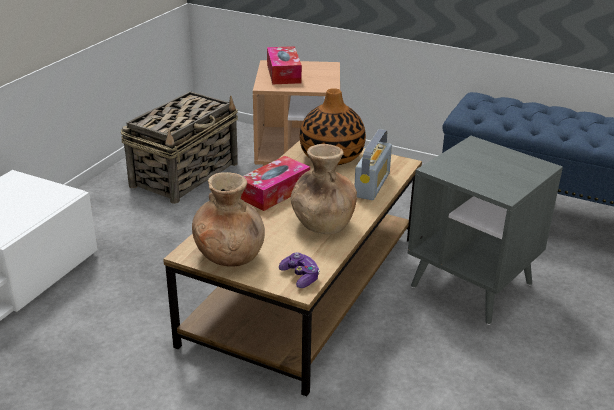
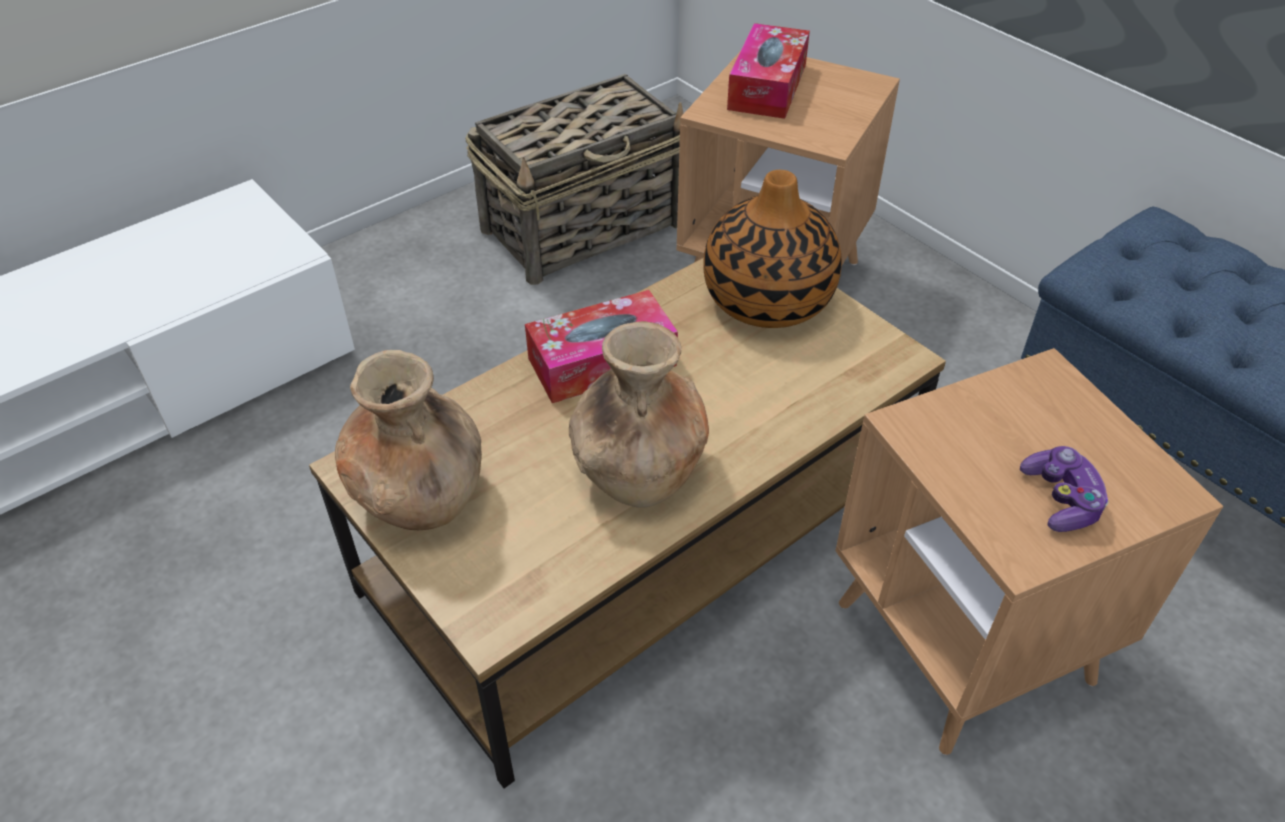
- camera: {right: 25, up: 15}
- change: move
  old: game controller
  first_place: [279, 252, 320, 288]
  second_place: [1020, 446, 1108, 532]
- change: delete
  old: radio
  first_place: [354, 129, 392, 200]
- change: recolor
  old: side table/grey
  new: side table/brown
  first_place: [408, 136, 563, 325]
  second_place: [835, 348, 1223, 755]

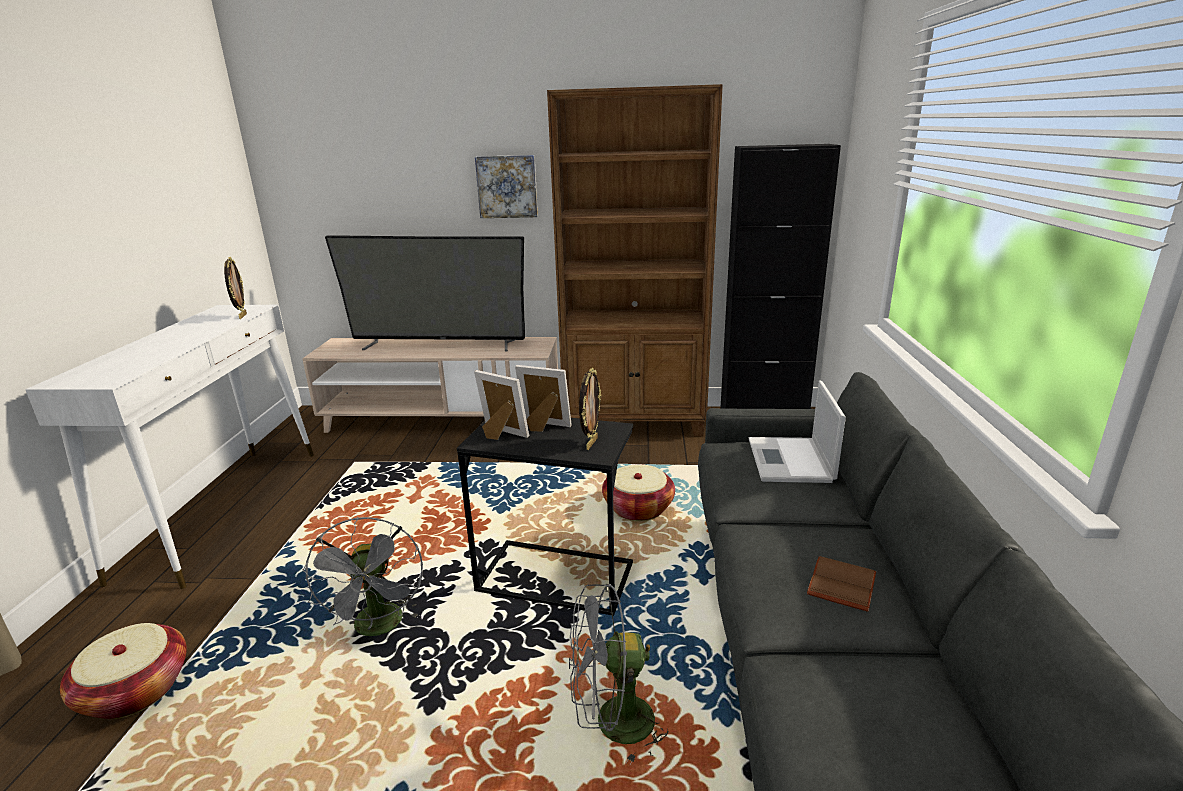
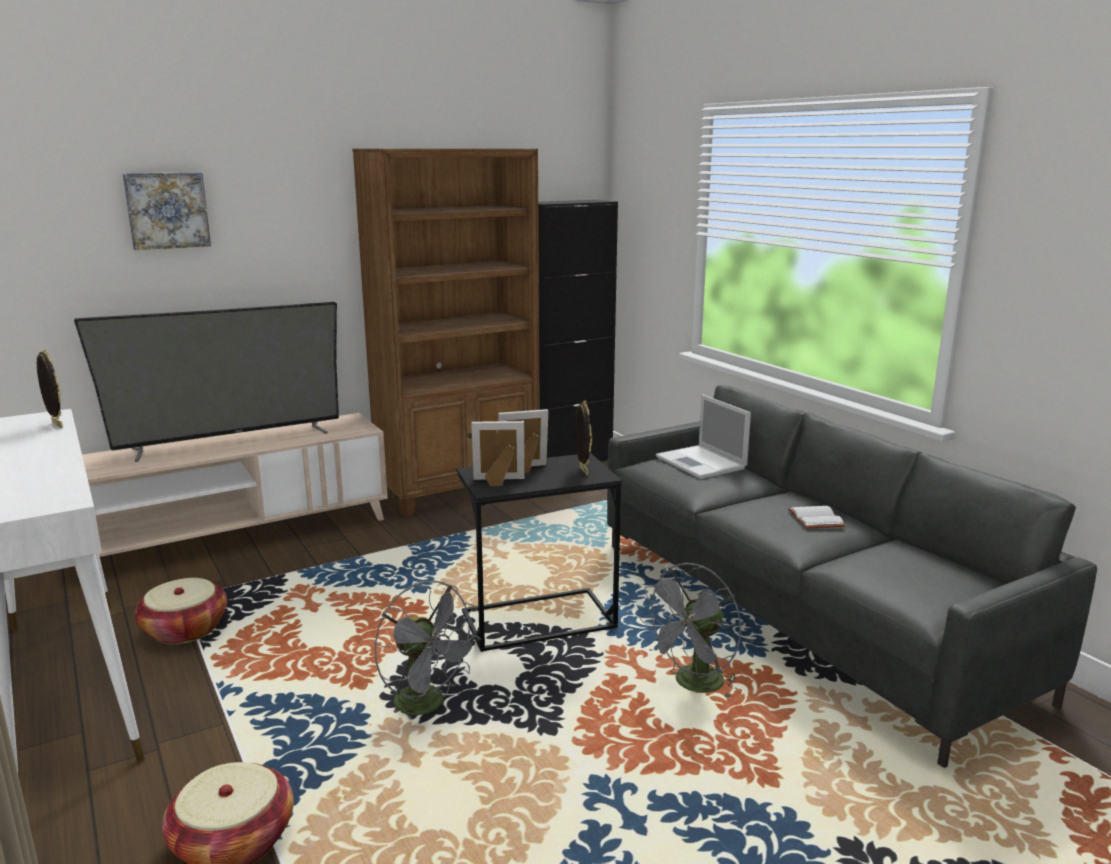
- camera: {right: -35, up: -5}
- change: move
  old: picture
  first_place: [475, 155, 538, 218]
  second_place: [123, 172, 211, 250]
- change: move
  old: basket
  first_place: [602, 464, 675, 521]
  second_place: [135, 578, 227, 644]
- change: recolor
  old: book/brown
  new: book/white
  first_place: [807, 556, 876, 612]
  second_place: [788, 506, 846, 529]

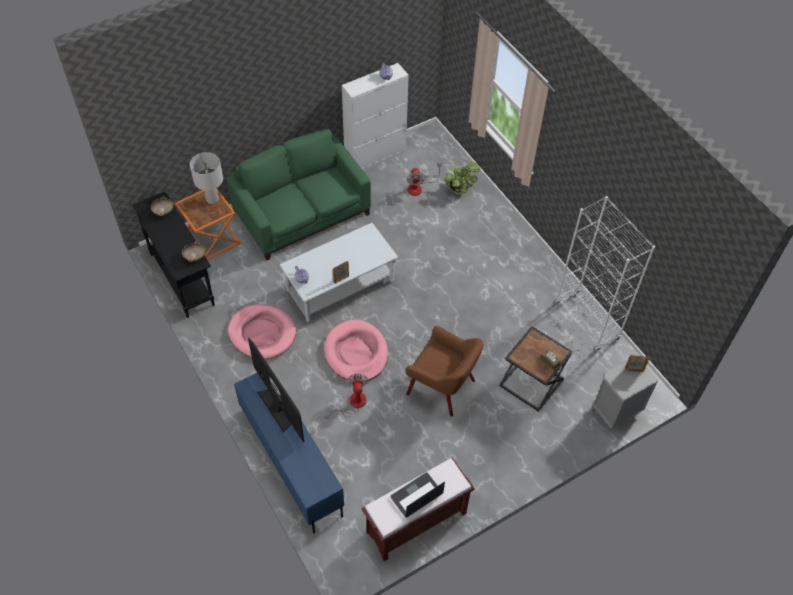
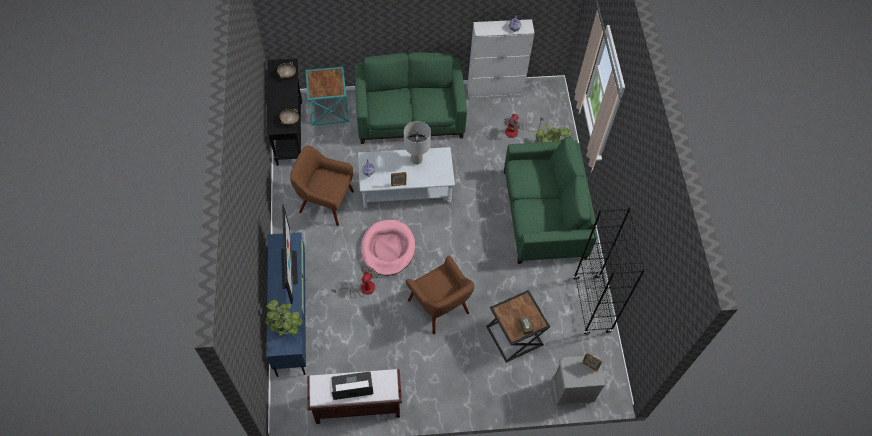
- camera: {right: 25, up: 5}
- change: recolor
  old: side table/orange
  new: side table/turquoise
  first_place: [175, 189, 241, 260]
  second_place: [305, 67, 349, 126]
- change: move
  old: table lamp/grey
  first_place: [190, 152, 223, 204]
  second_place: [404, 121, 431, 164]
- change: replace
  old: dog bed/pink
  new: armchair/brown
  first_place: [228, 304, 296, 359]
  second_place: [290, 145, 354, 226]
- change: recolor
  old: bookcase/white
  new: bookcase/black
  first_place: [555, 196, 655, 352]
  second_place: [573, 208, 645, 335]
- change: insert
  new: potted plant
  second_place: [265, 300, 303, 336]
- change: insert
  new: sofa/green
  second_place: [504, 137, 597, 264]

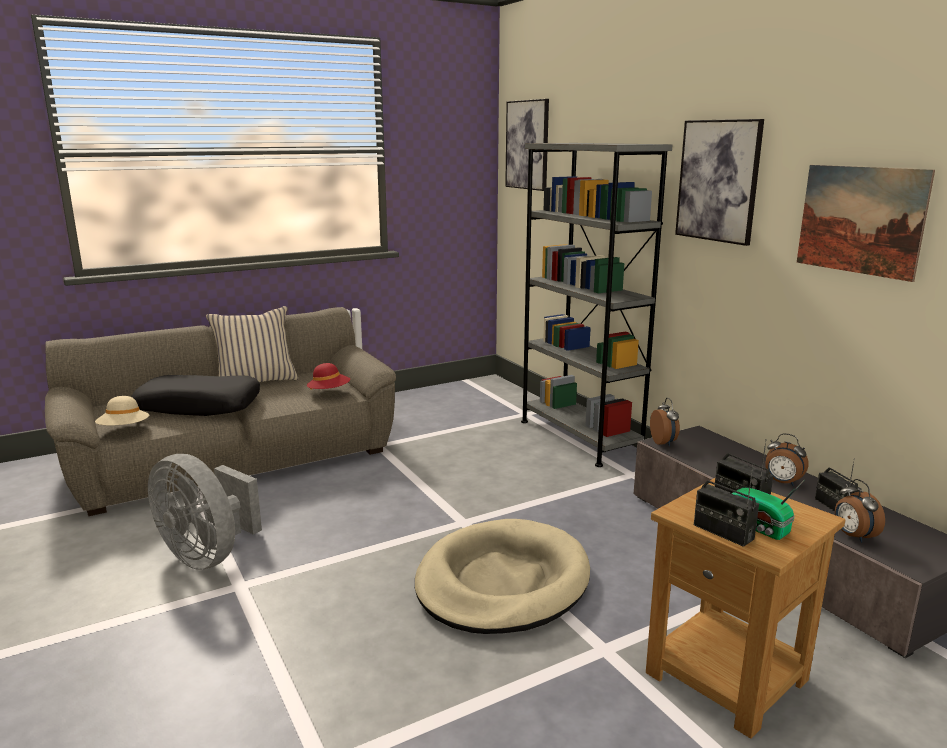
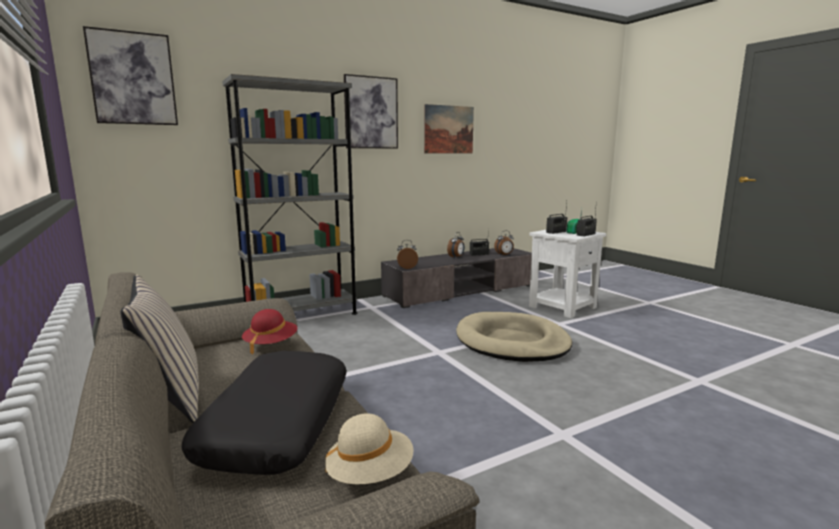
- camera: {right: -90, up: -5}
- change: delete
  old: fan/grey
  first_place: [148, 454, 262, 570]
- change: recolor
  old: side table/brown
  new: side table/white
  first_place: [646, 478, 845, 739]
  second_place: [529, 229, 606, 318]

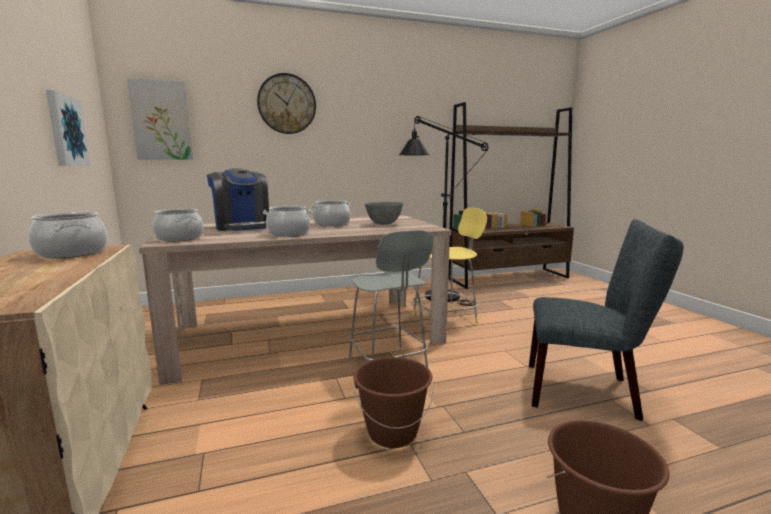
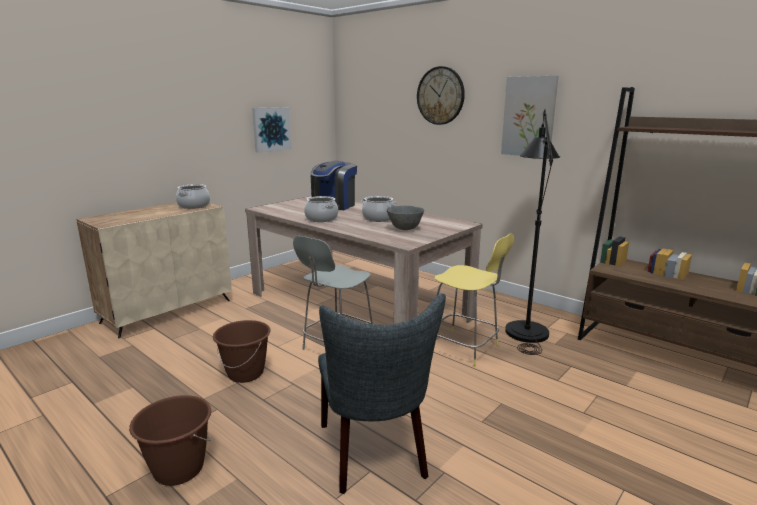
- camera: {right: 60, up: 5}
- change: move
  old: picture
  first_place: [127, 78, 193, 160]
  second_place: [501, 76, 558, 156]
- change: delete
  old: cooking pot
  first_place: [152, 208, 204, 241]

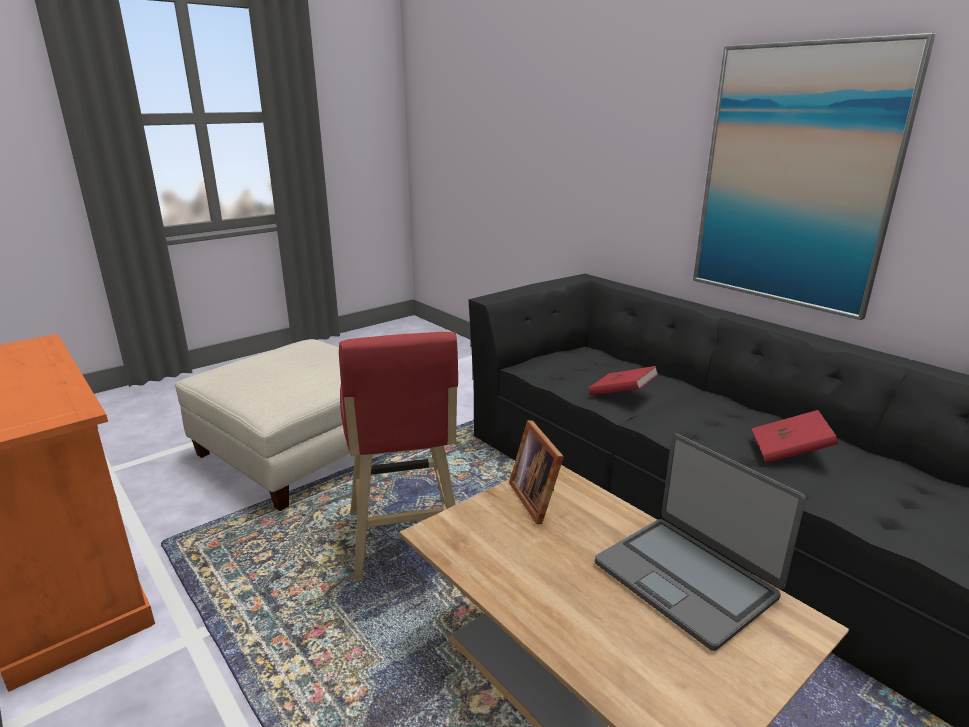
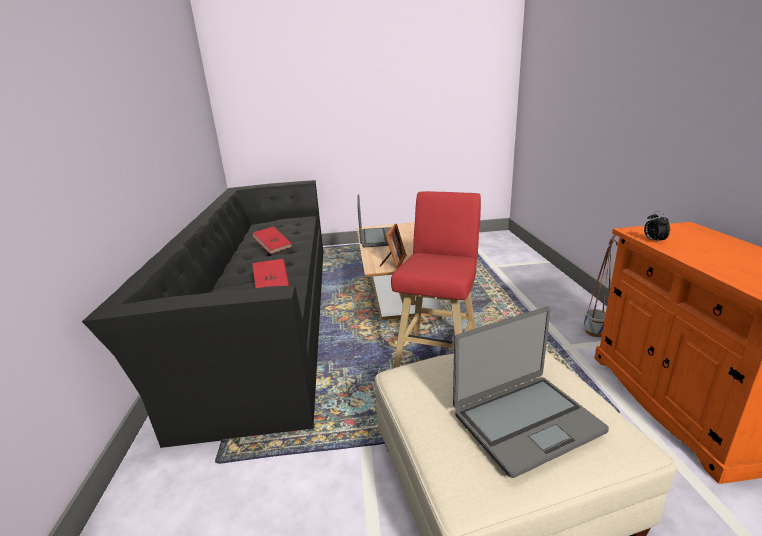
- camera: {right: -145, up: 0}
- change: delete
  old: picture
  first_place: [693, 33, 936, 320]
- change: insert
  new: laptop
  second_place: [453, 307, 609, 478]
- change: insert
  new: planter
  second_place: [584, 234, 618, 337]
- change: insert
  new: alarm clock
  second_place: [644, 211, 670, 243]

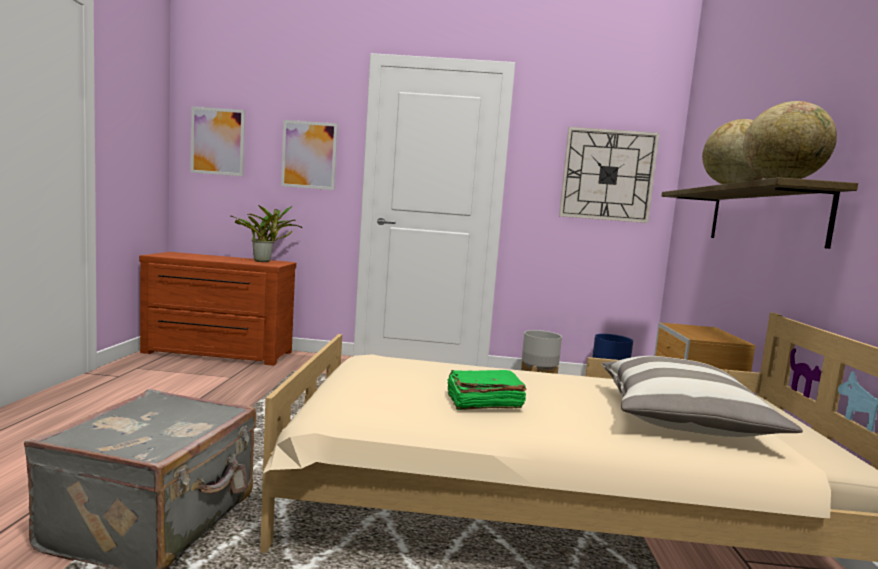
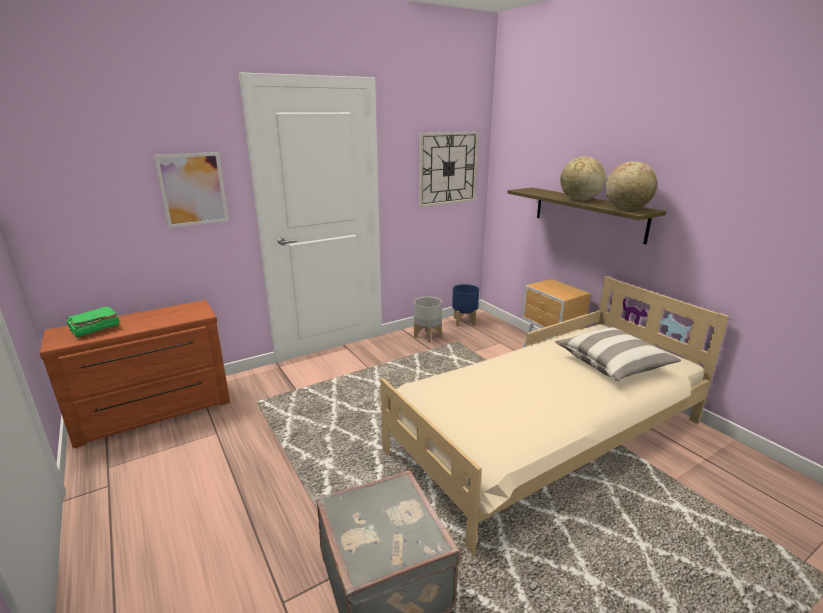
- camera: {right: -35, up: 15}
- change: delete
  old: picture
  first_place: [190, 106, 245, 176]
- change: delete
  old: potted plant
  first_place: [230, 205, 302, 262]
- change: move
  old: book/green
  first_place: [447, 370, 527, 410]
  second_place: [67, 307, 119, 338]

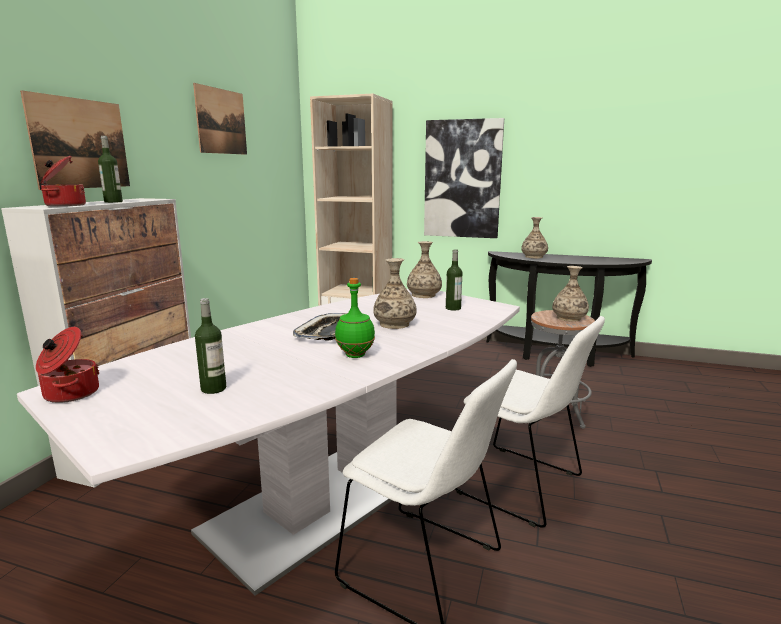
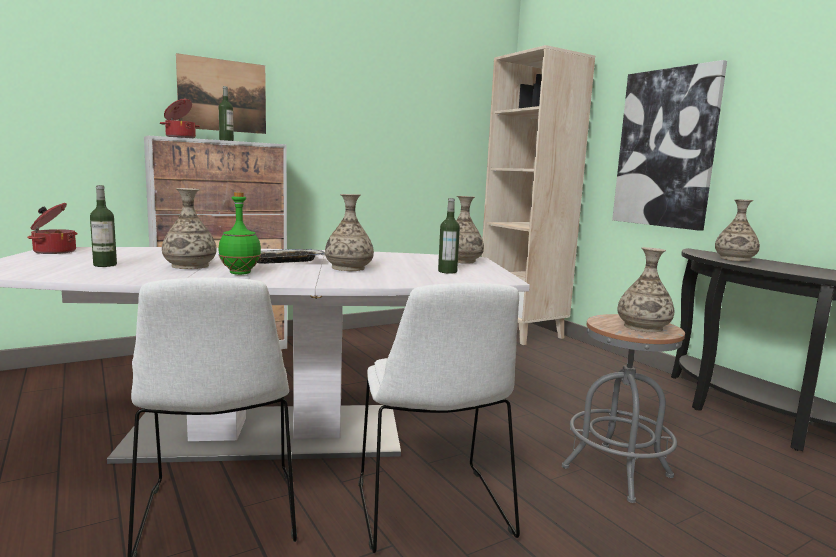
- camera: {right: 40, up: -5}
- change: delete
  old: picture
  first_place: [193, 83, 247, 155]
- change: insert
  new: vase
  second_place: [162, 188, 217, 269]

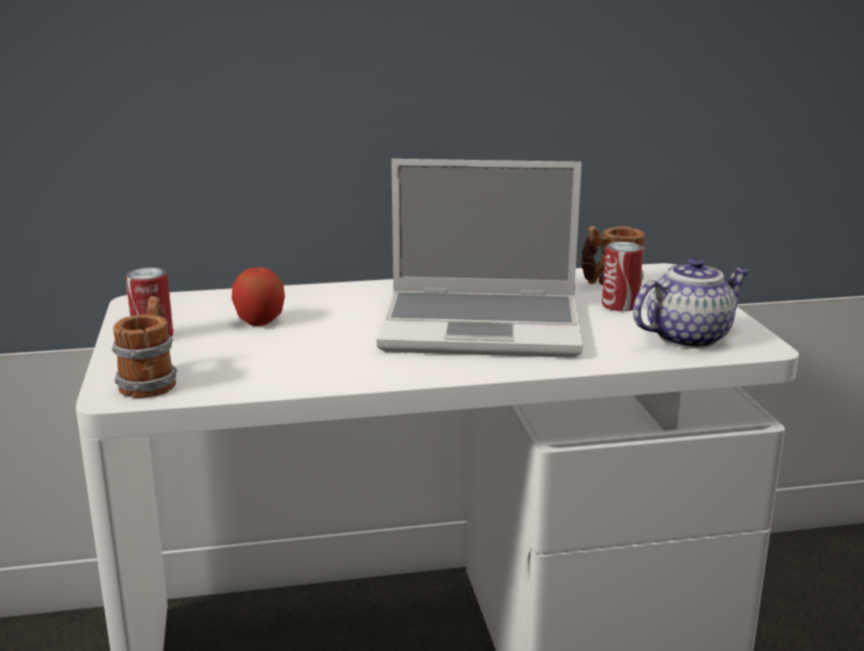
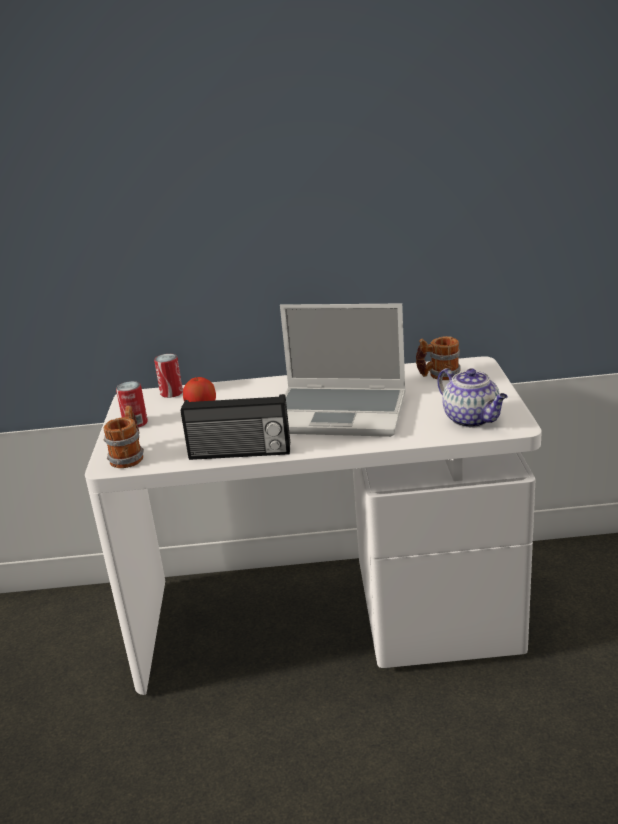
- camera: {right: 10, up: 5}
- change: move
  old: can
  first_place: [602, 242, 643, 311]
  second_place: [154, 354, 183, 398]
- change: rotate
  old: teapot
  first_place: [633, 257, 750, 349]
  second_place: [437, 368, 508, 428]
  degrees: 75
- change: insert
  new: radio
  second_place: [181, 394, 290, 460]

